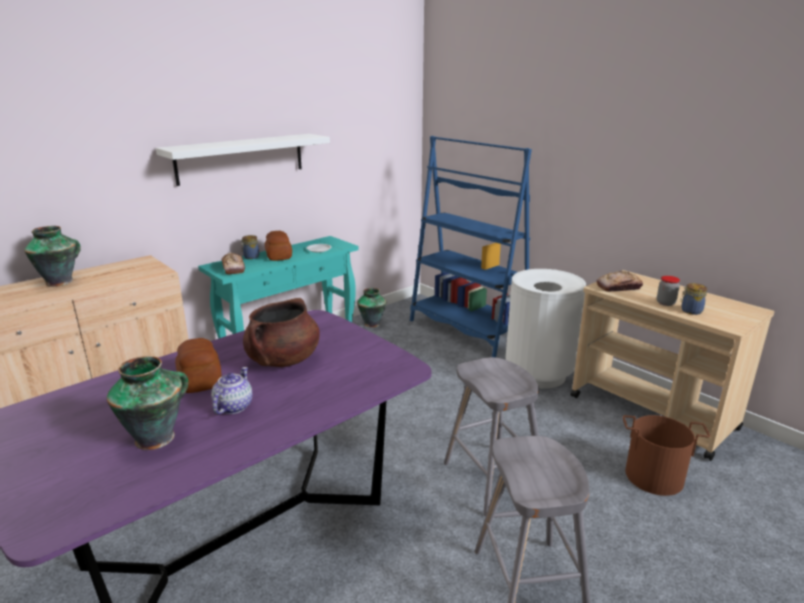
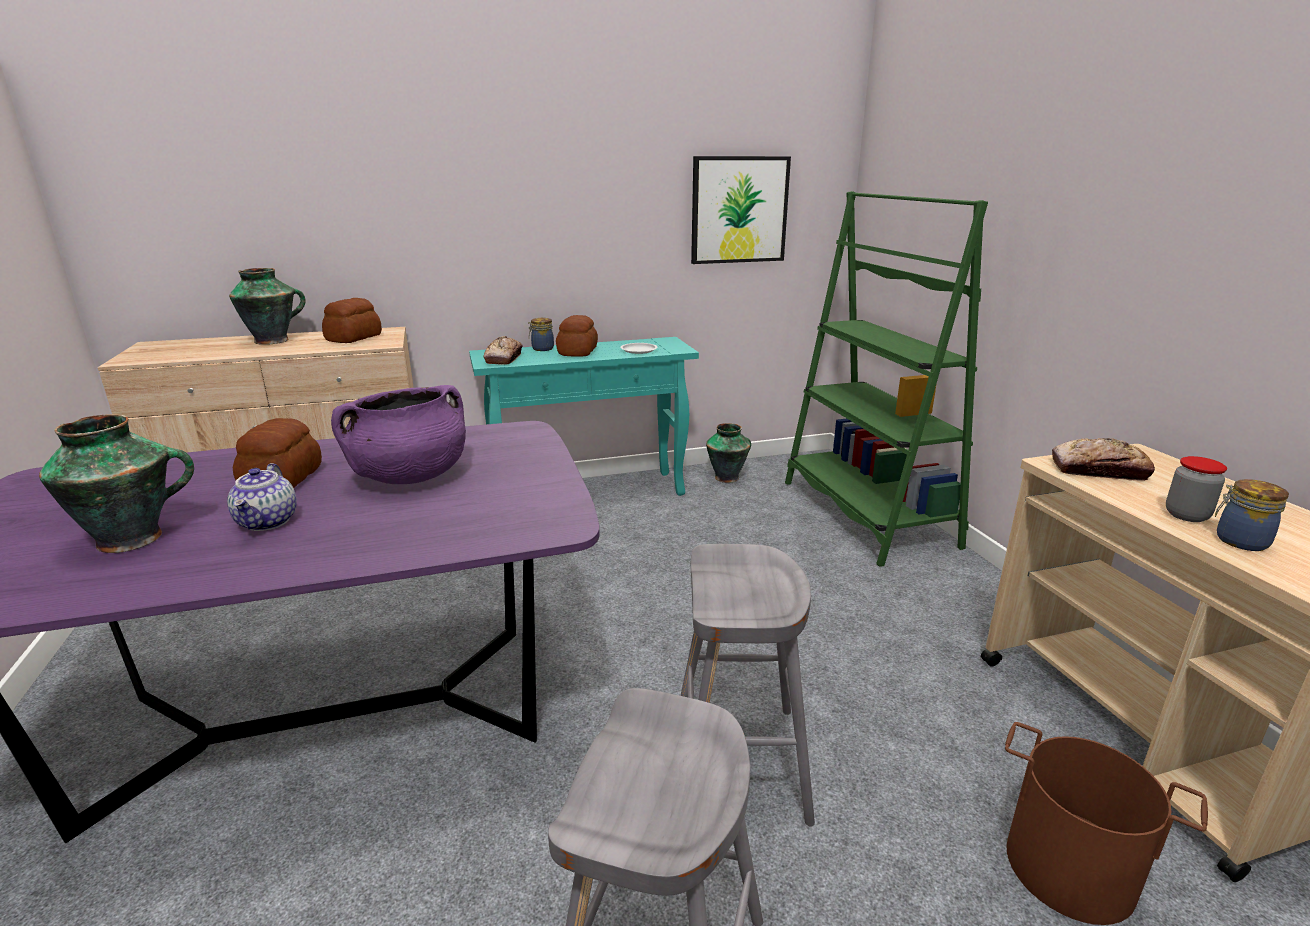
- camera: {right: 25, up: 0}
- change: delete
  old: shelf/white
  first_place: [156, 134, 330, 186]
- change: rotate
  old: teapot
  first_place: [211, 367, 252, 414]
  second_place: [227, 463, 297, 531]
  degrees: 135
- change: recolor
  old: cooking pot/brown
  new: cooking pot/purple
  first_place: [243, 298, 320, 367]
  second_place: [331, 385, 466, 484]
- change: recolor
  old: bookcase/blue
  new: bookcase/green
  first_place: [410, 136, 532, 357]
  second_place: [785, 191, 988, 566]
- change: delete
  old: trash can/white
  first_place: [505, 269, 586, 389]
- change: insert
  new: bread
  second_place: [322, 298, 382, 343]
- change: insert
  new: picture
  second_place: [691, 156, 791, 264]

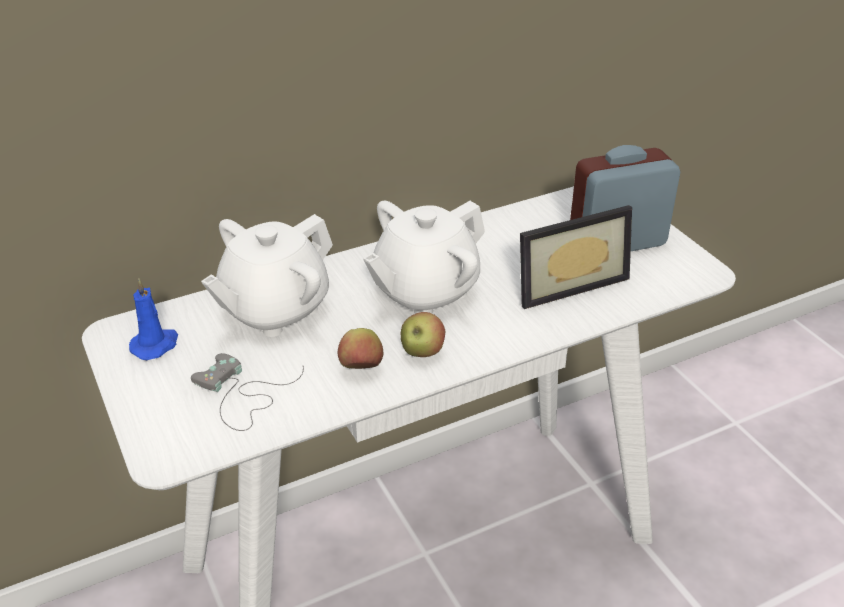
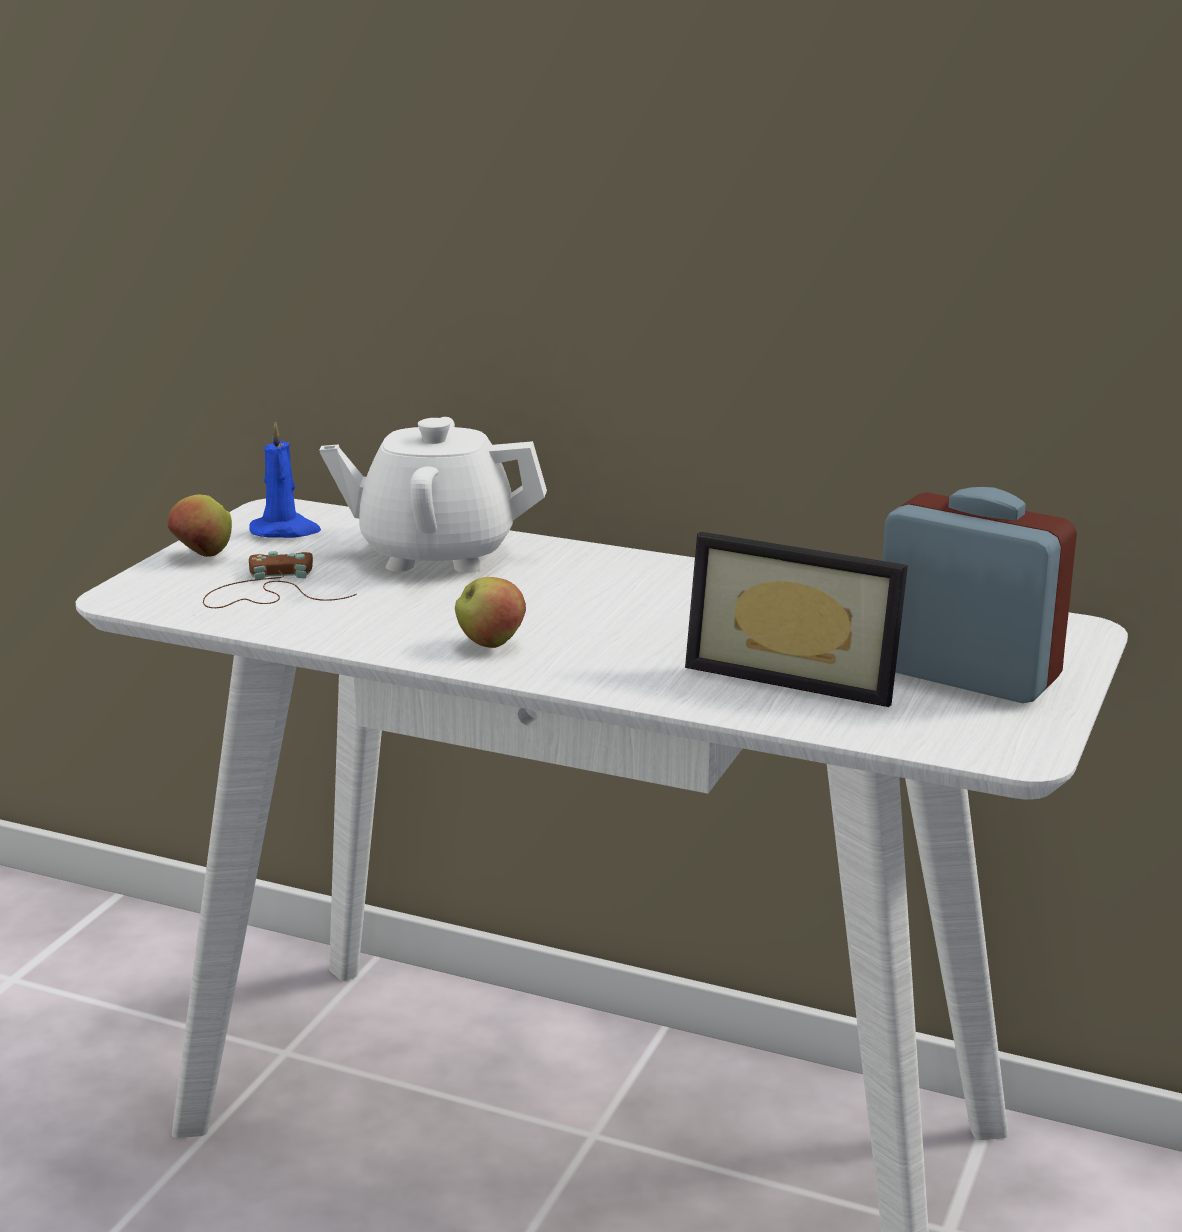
- camera: {right: 50, up: -15}
- change: recolor
  old: game controller/grey
  new: game controller/brown
  first_place: [191, 353, 304, 431]
  second_place: [203, 551, 357, 608]
- change: move
  old: apple
  first_place: [338, 328, 383, 369]
  second_place: [168, 495, 232, 557]
- change: delete
  old: teapot/white
  first_place: [363, 201, 485, 314]

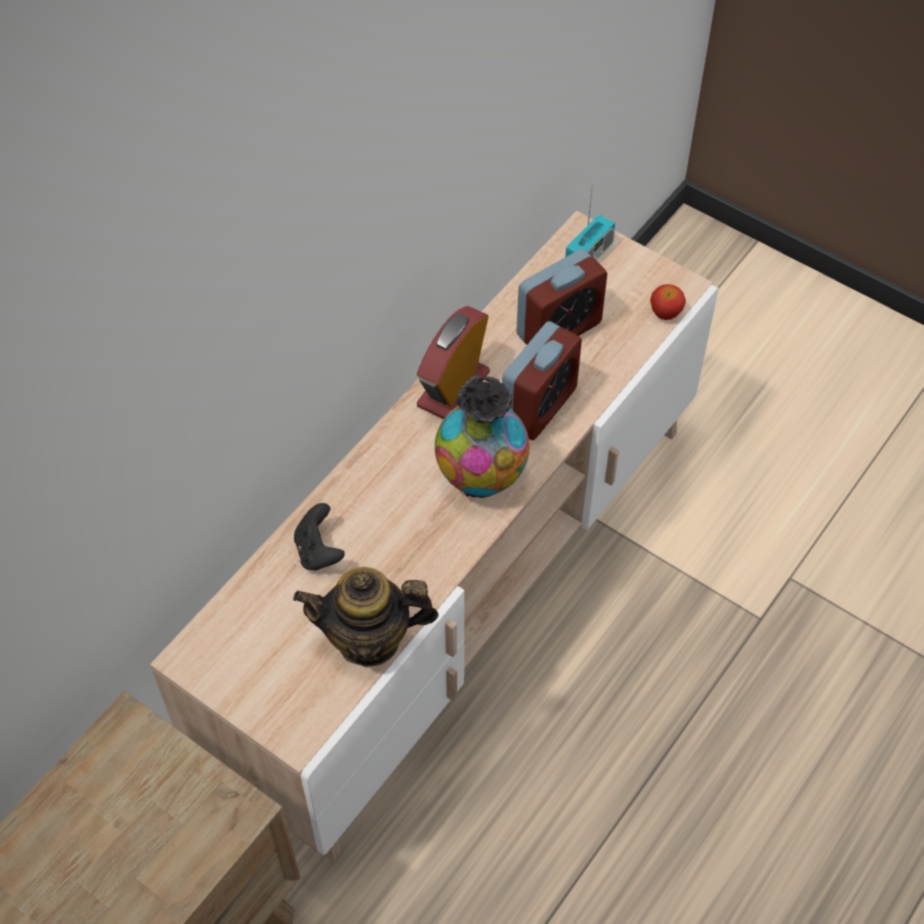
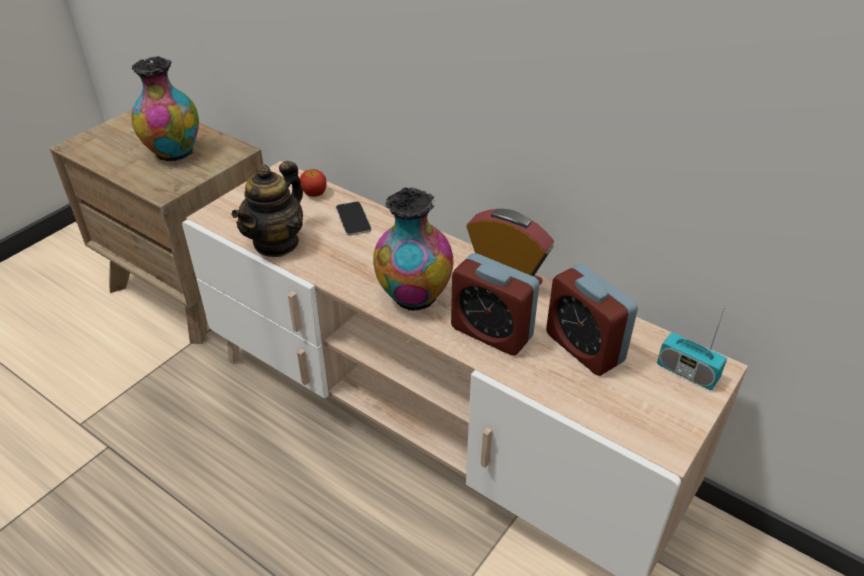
- camera: {right: 90, up: -15}
- change: rotate
  old: teapot
  first_place: [293, 567, 439, 667]
  second_place: [232, 161, 303, 257]
  degrees: -150
- change: replace
  old: game controller/black
  new: phone
  first_place: [294, 503, 345, 571]
  second_place: [336, 201, 371, 236]
- change: move
  old: apple
  first_place: [650, 284, 686, 320]
  second_place: [300, 169, 327, 197]
- change: insert
  new: vase
  second_place: [131, 56, 199, 161]

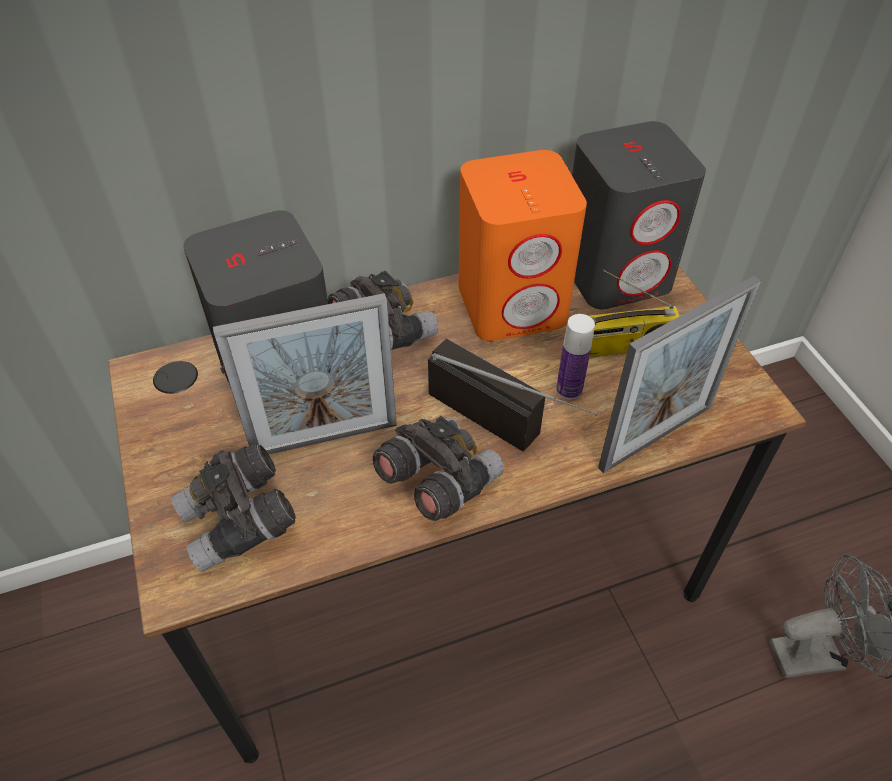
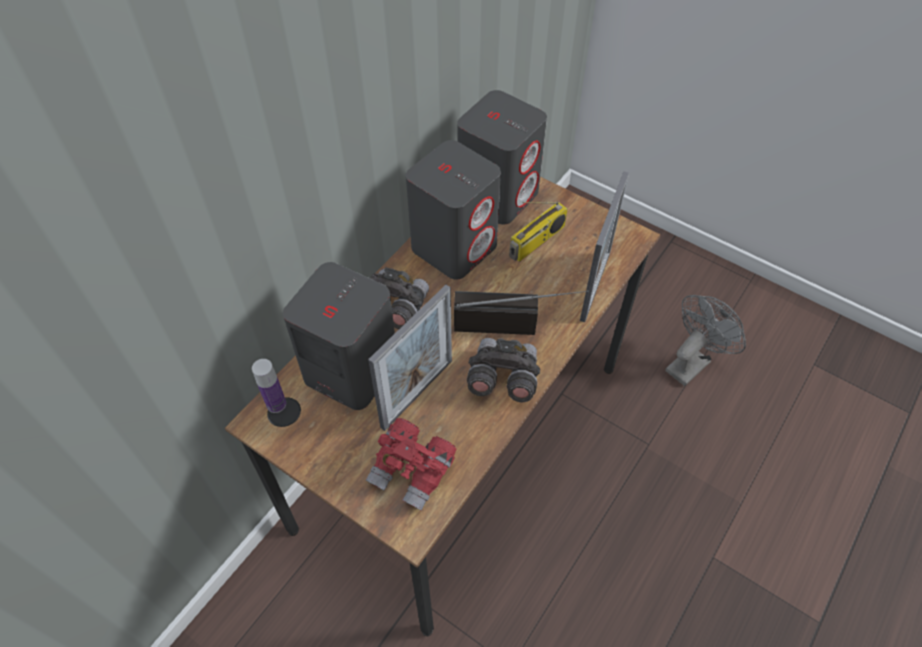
- camera: {right: -35, up: 5}
- change: recolor
  old: binoculars/grey
  new: binoculars/red
  first_place: [171, 443, 296, 572]
  second_place: [366, 418, 457, 511]
- change: recolor
  old: speaker/orange
  new: speaker/grey
  first_place: [459, 150, 587, 341]
  second_place: [406, 140, 501, 280]
- change: move
  old: bottle
  first_place: [556, 314, 595, 400]
  second_place: [252, 359, 286, 413]

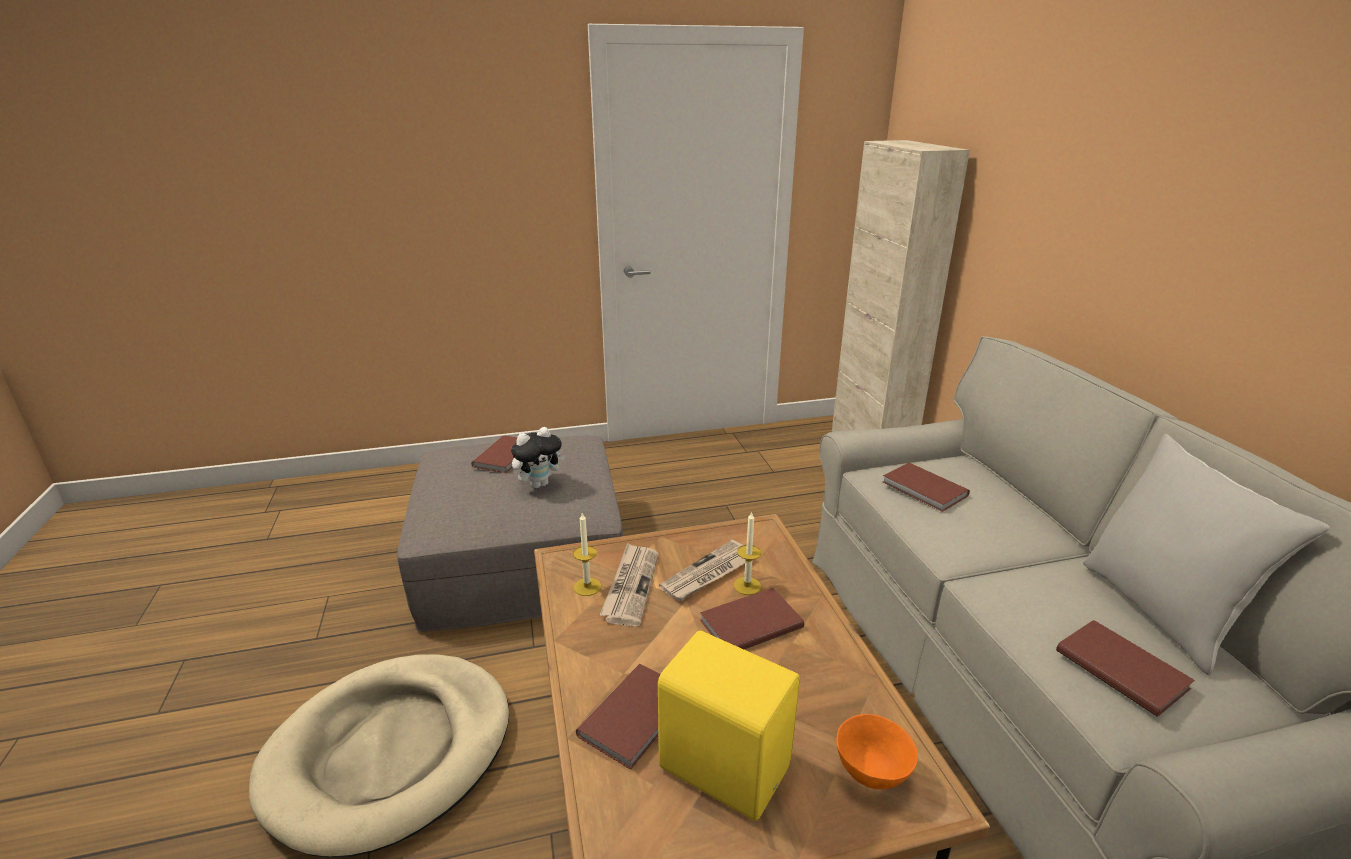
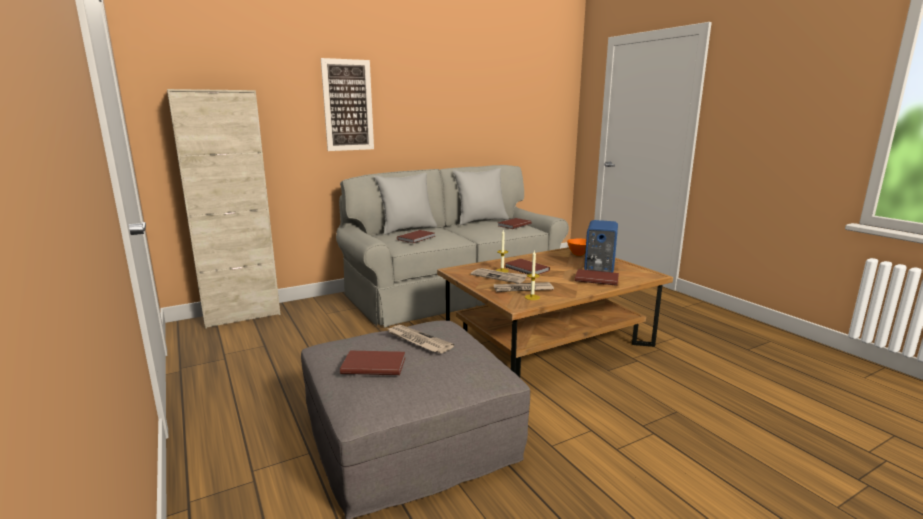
- camera: {right: -105, up: -10}
- change: delete
  old: dog bed/beige
  first_place: [249, 654, 509, 857]
- change: replace
  old: plush toy
  new: newspaper
  first_place: [511, 427, 565, 488]
  second_place: [386, 325, 454, 353]
- change: recolor
  old: speaker/yellow
  new: speaker/blue
  first_place: [658, 630, 800, 821]
  second_place: [584, 220, 618, 273]
- change: insert
  new: picture
  second_place: [321, 58, 374, 151]
- change: insert
  new: pillow/grey
  second_place: [375, 173, 437, 235]

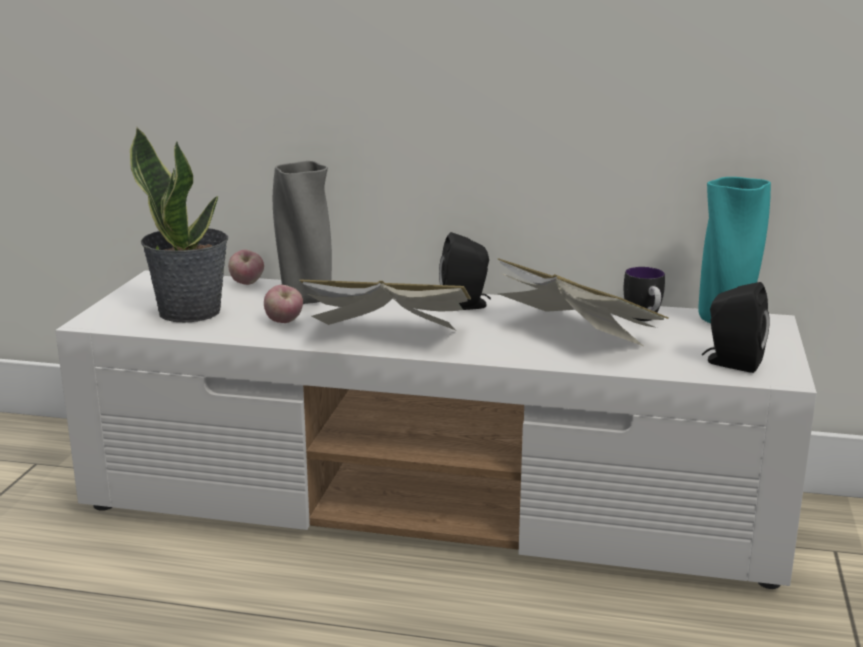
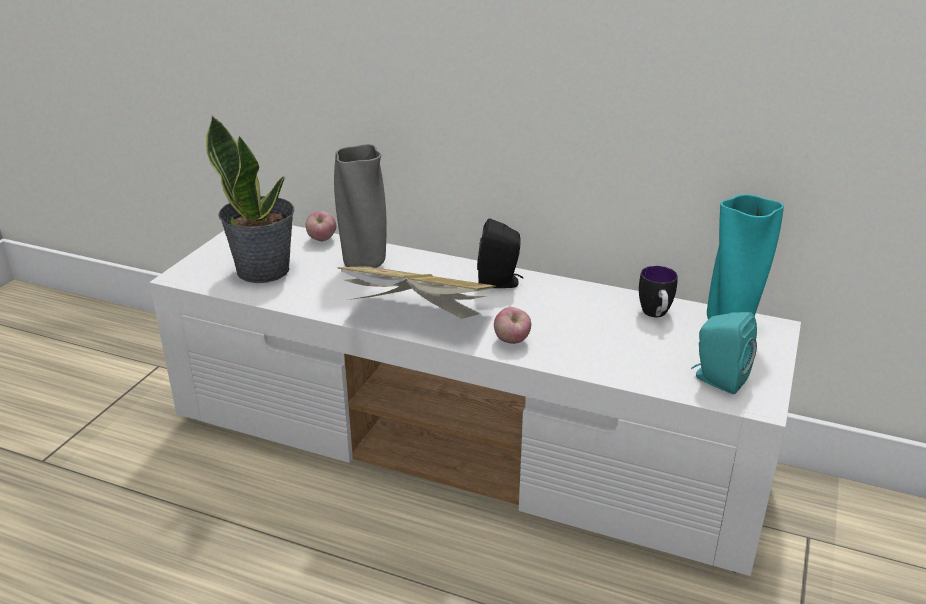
- camera: {right: 10, up: 10}
- change: move
  old: apple
  first_place: [264, 285, 303, 323]
  second_place: [494, 307, 531, 344]
- change: delete
  old: book
  first_place: [498, 258, 669, 346]
- change: recolor
  old: speaker/black
  new: speaker/turquoise
  first_place: [702, 282, 770, 373]
  second_place: [691, 312, 757, 394]

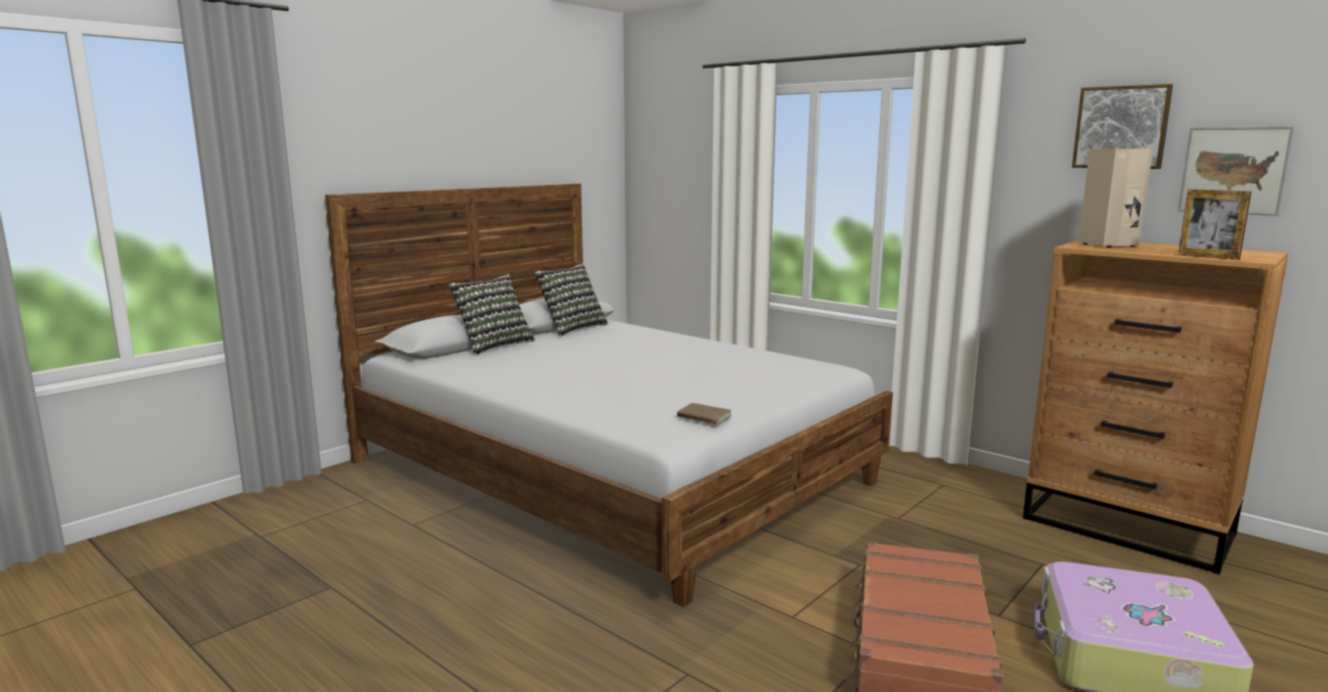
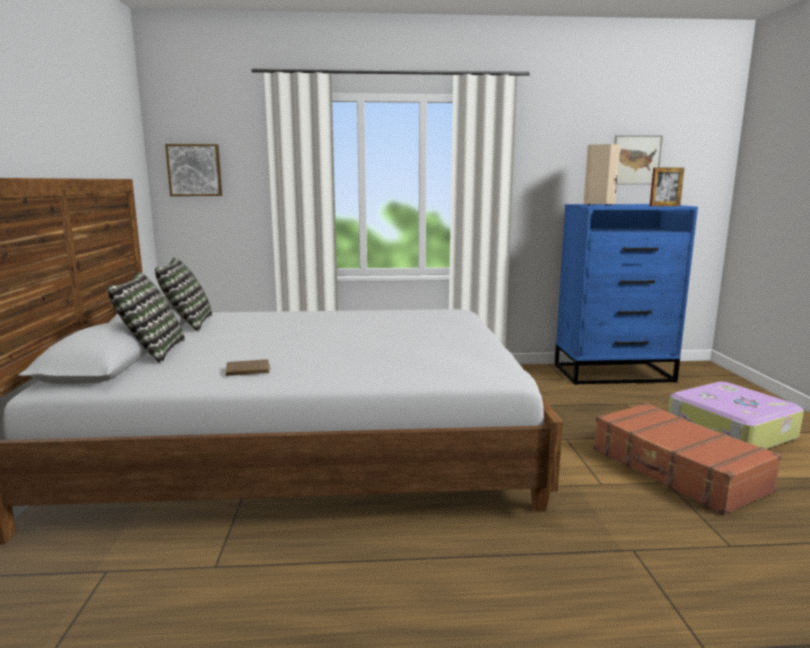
- camera: {right: -45, up: 0}
- change: move
  old: book/brown
  first_place: [677, 403, 732, 424]
  second_place: [226, 359, 271, 376]
- change: recolor
  old: dresser/brown
  new: dresser/blue
  first_place: [1023, 241, 1288, 574]
  second_place: [555, 204, 698, 385]
- change: move
  old: picture
  first_place: [1072, 84, 1173, 169]
  second_place: [165, 144, 222, 196]

